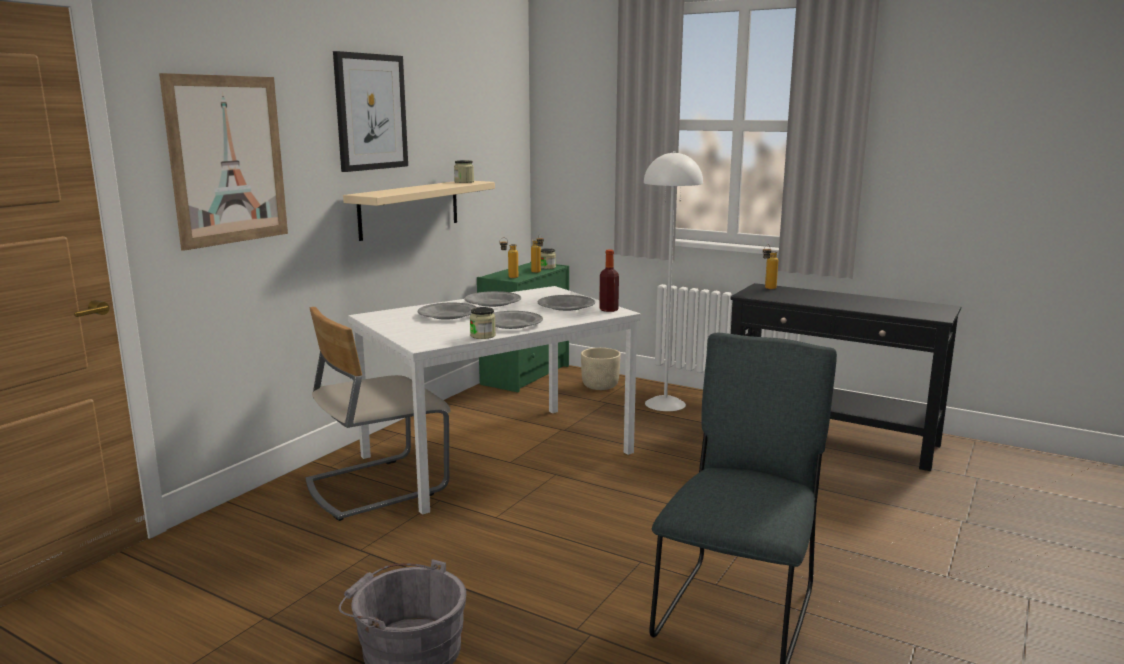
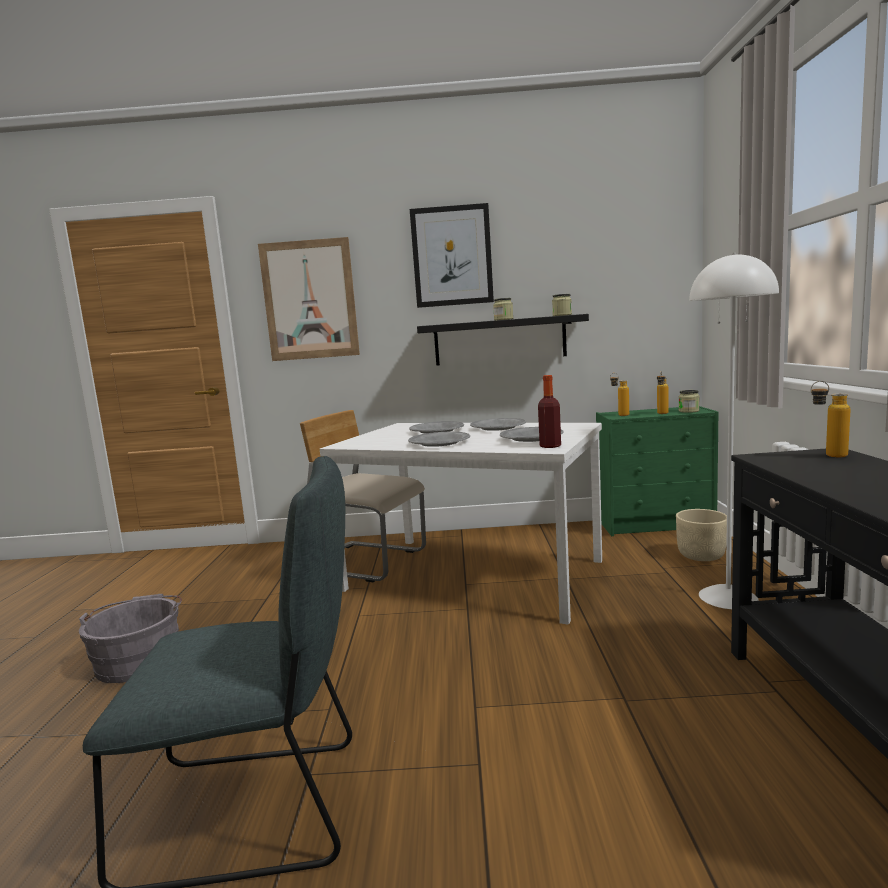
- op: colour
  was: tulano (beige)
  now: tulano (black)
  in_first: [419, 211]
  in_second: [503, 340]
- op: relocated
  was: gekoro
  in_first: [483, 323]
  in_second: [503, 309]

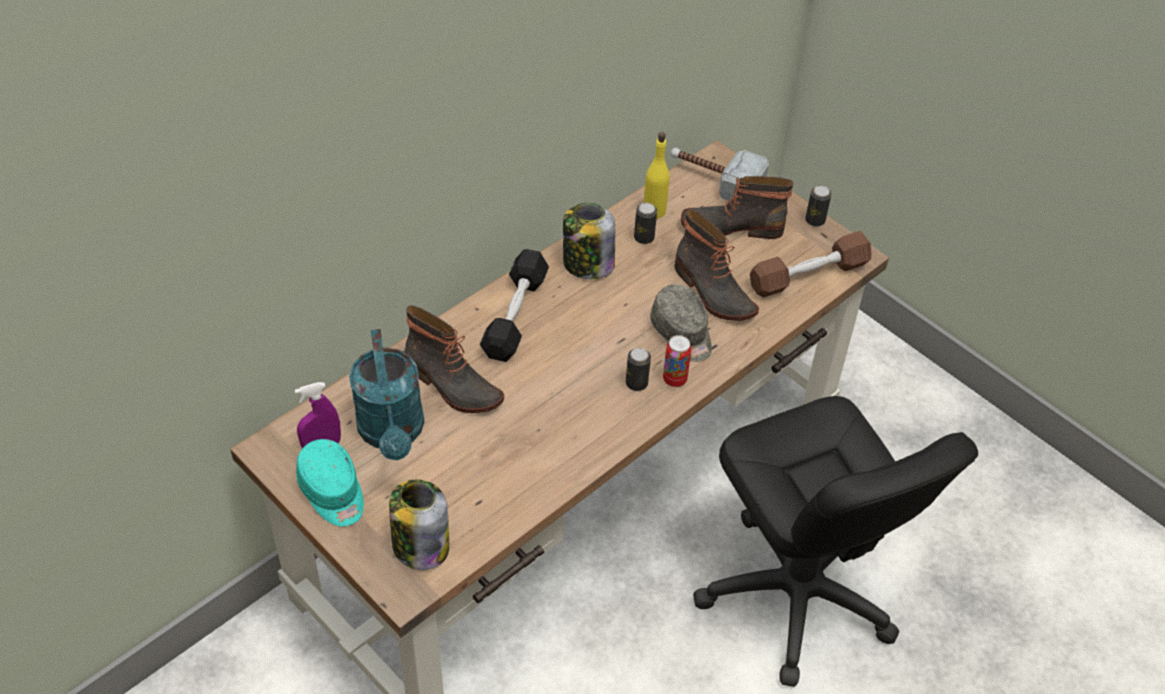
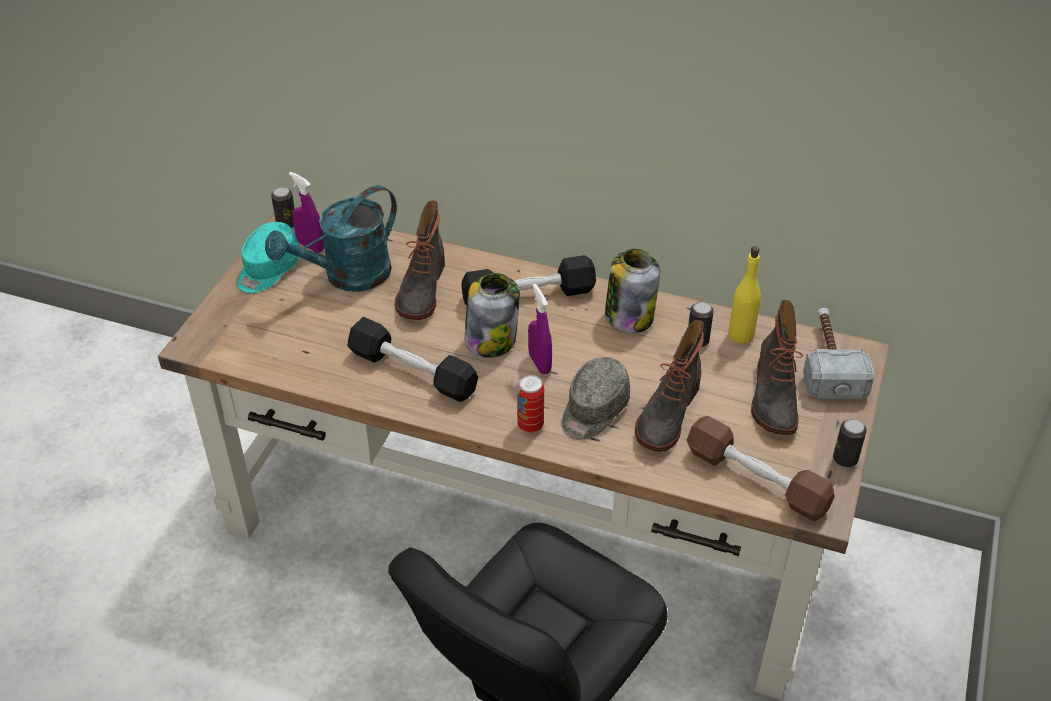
- op: relocated
  was: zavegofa
  in_first: [638, 369]
  in_second: [283, 207]
- op: appeared
  now: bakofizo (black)
  in_second: [413, 359]
- op: relocated
  was: gekoro
  in_first: [419, 525]
  in_second: [492, 315]
- op: appeared
  now: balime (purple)
  in_second: [540, 329]
- op: spun
  was: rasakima
  in_first: [737, 207]
  in_second: [777, 367]
  clockwise: -150

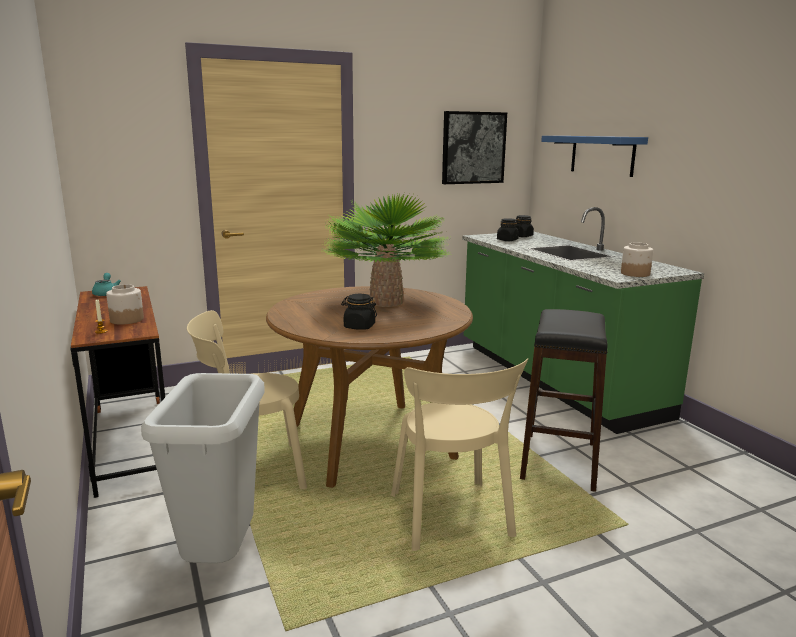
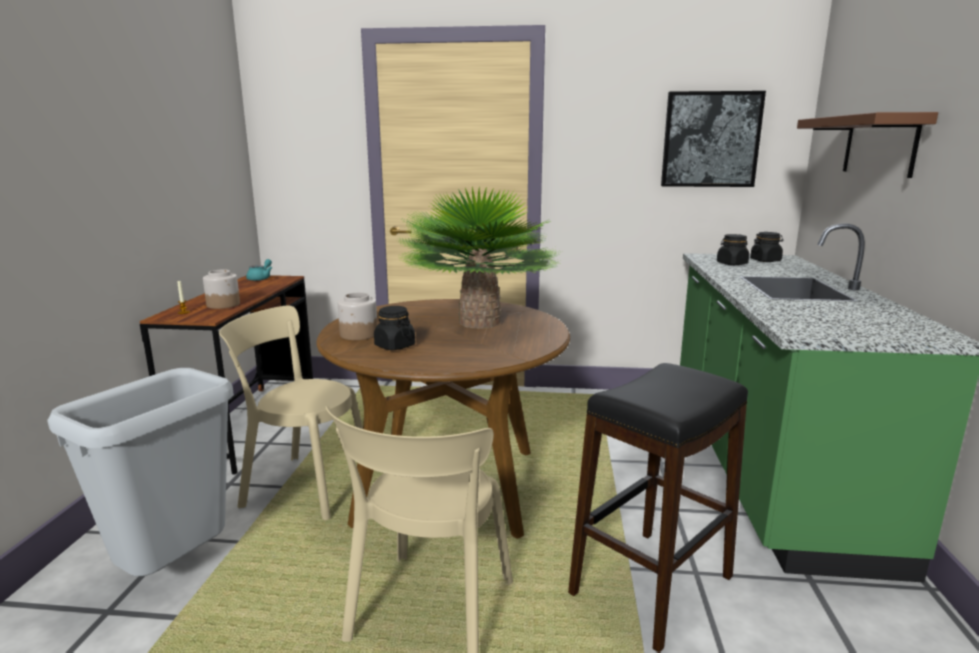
- op: relocated
  was: gekoro
  in_first: [637, 259]
  in_second: [357, 316]
- op: colour
  was: tulano (blue)
  now: tulano (brown)
  in_first: [594, 156]
  in_second: [867, 145]

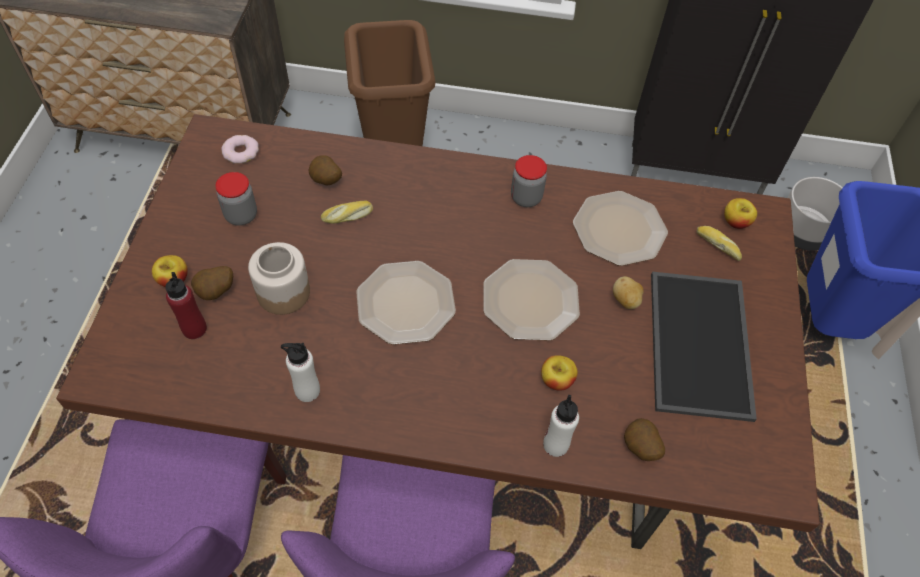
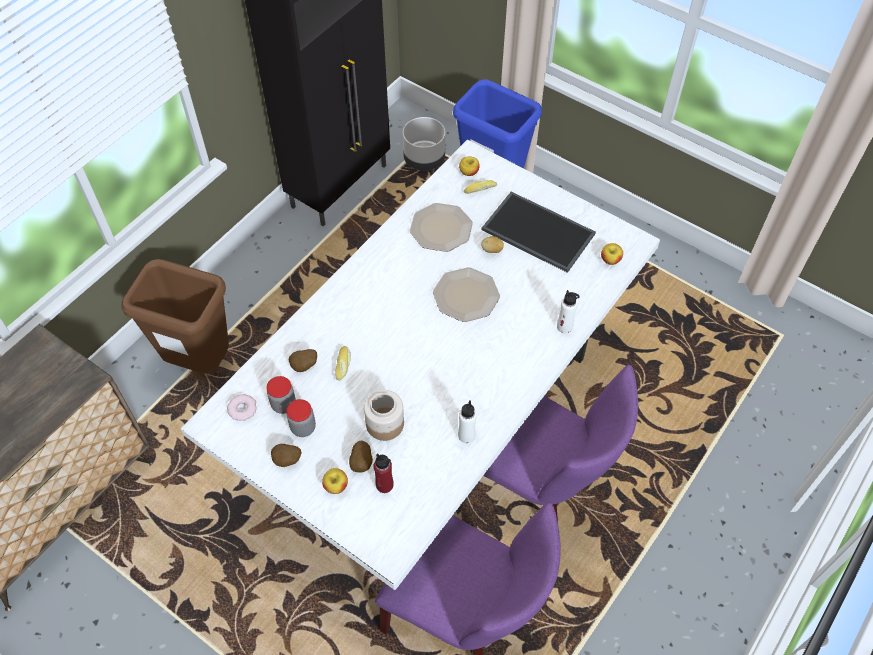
- op: colour
  was: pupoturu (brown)
  now: pupoturu (white)
  in_first: [438, 331]
  in_second: [420, 365]
- op: relocated
  was: gekoro
  in_first: [529, 181]
  in_second: [281, 395]
- op: relocated
  was: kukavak
  in_first: [644, 439]
  in_second: [286, 455]
- op: relocated
  was: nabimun
  in_first: [559, 373]
  in_second: [612, 254]
- op: missing
  was: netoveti
  in_first: [406, 303]

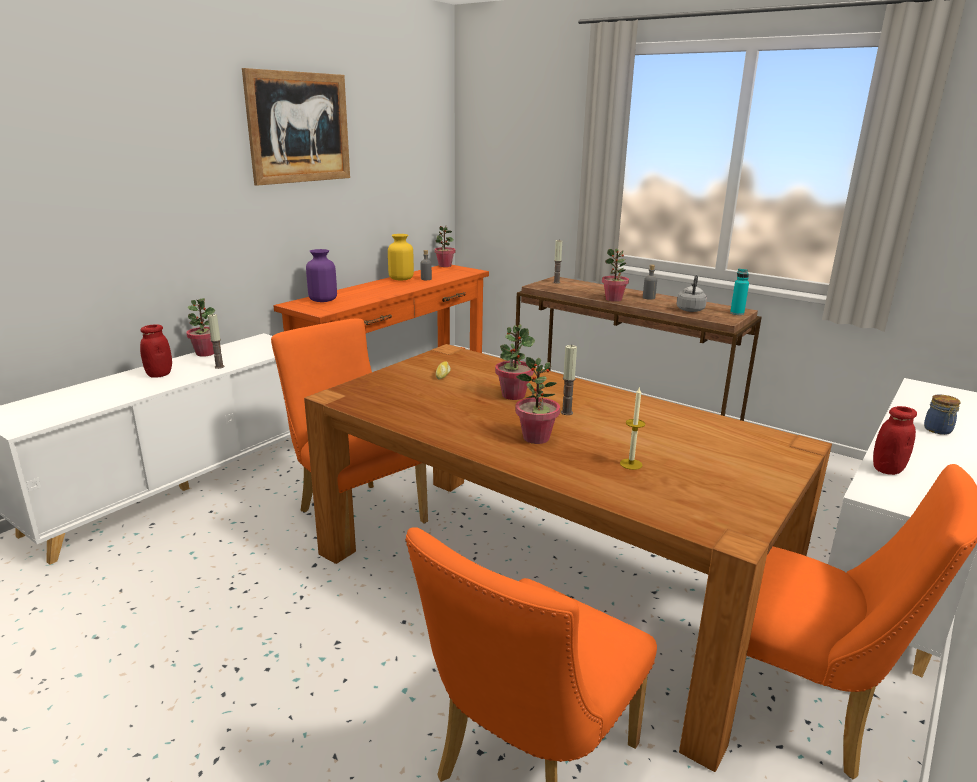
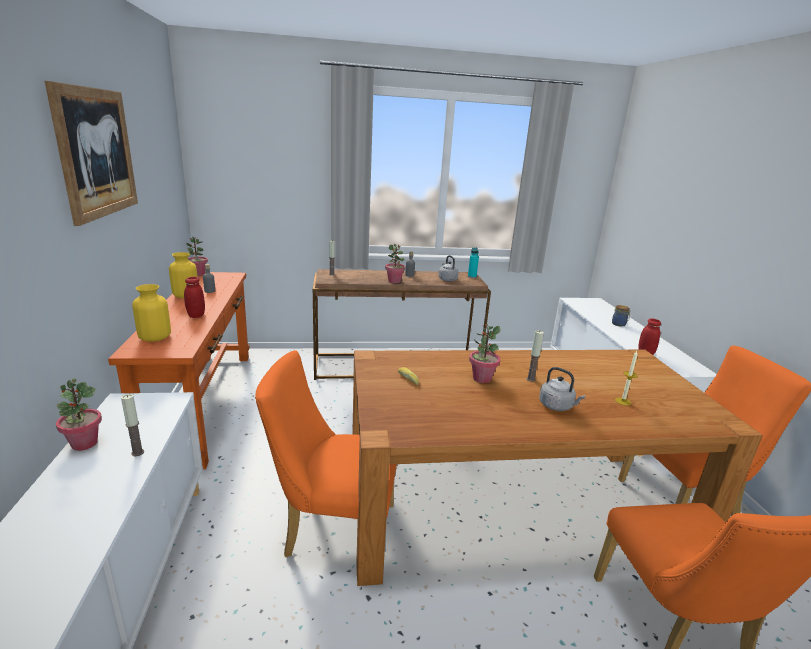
- op: colour
  was: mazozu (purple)
  now: mazozu (yellow)
  in_first: [321, 275]
  in_second: [151, 313]
- op: relocated
  was: gekoro (red)
  in_first: [156, 351]
  in_second: [194, 297]
- op: exchanged
  was: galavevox
  now: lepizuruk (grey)
  in_first: [537, 400]
  in_second: [562, 389]

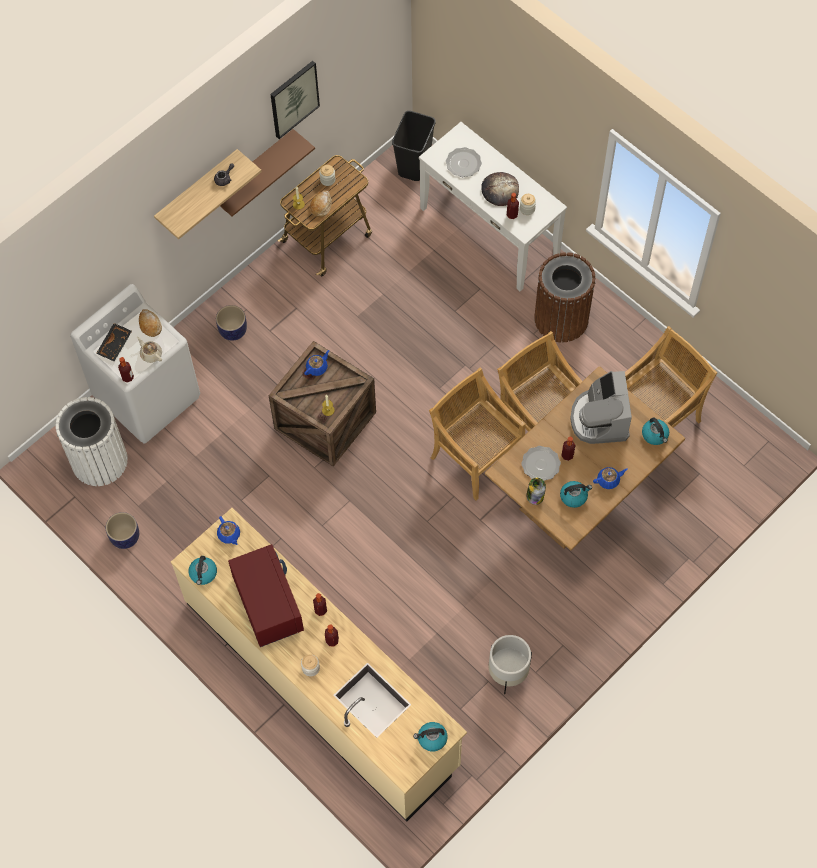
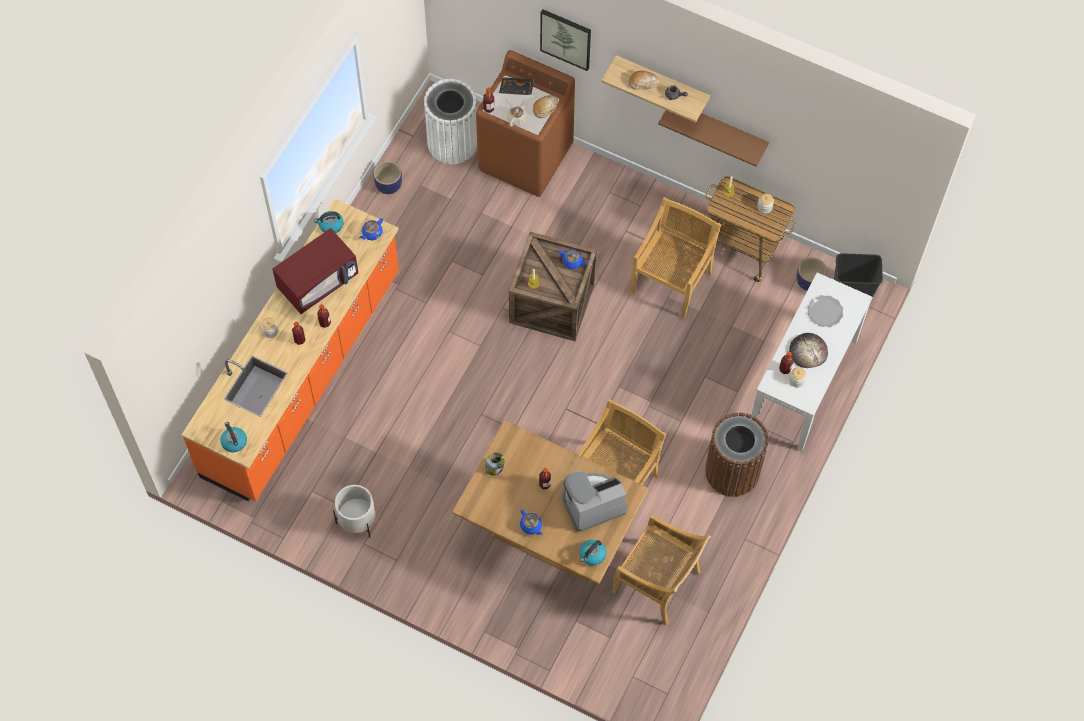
- op: colour
  was: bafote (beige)
  now: bafote (orange)
  in_first: [319, 665]
  in_second: [290, 350]
- op: colour
  was: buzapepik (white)
  now: buzapepik (brown)
  in_first: [135, 364]
  in_second: [525, 123]
- op: relocated
  was: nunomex
  in_first: [295, 100]
  in_second: [565, 40]
- op: relocated
  was: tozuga
  in_first: [321, 204]
  in_second: [644, 80]
- op: relocated
  was: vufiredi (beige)
  in_first: [477, 434]
  in_second: [675, 258]
- op: relocated
  was: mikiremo
  in_first: [231, 323]
  in_second: [812, 274]
- op: missing
  was: netoveti
  in_first: [541, 463]
- op: missing
  was: lepizuruk
  in_first: [576, 494]

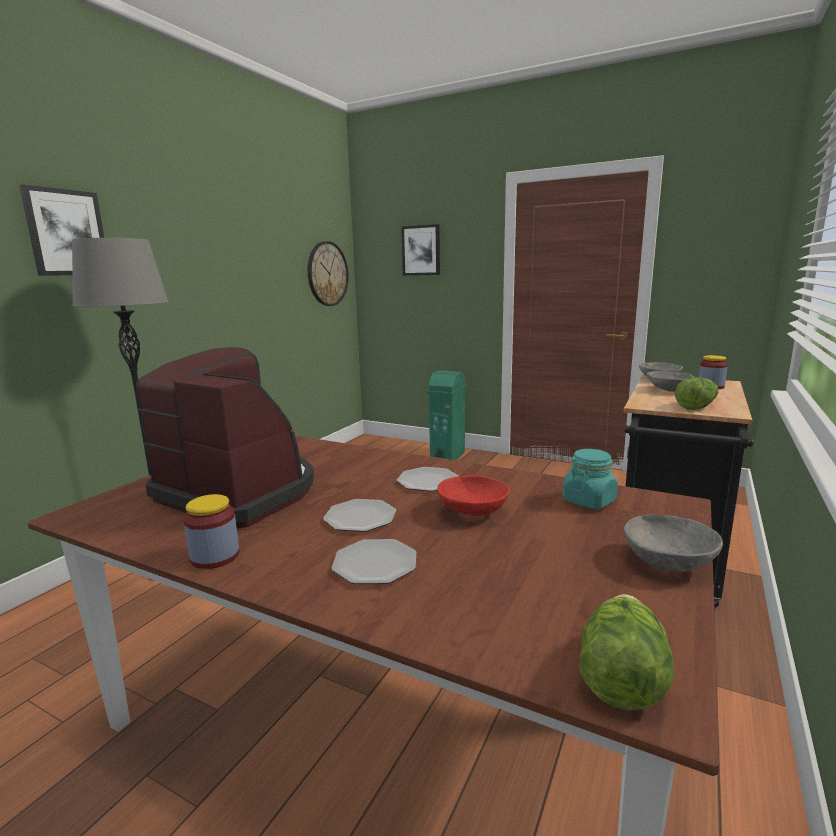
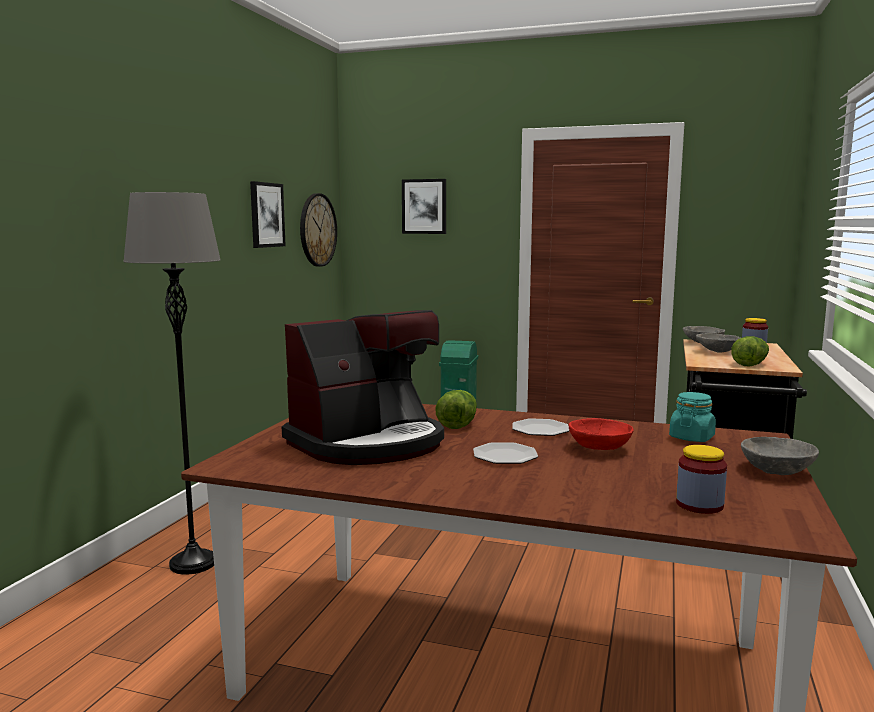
- op: relocated
  was: nunomex
  in_first: [61, 230]
  in_second: [268, 214]
- op: spun
  was: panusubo
  in_first: [225, 438]
  in_second: [363, 387]
  clockwise: 120
- op: relocated
  was: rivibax
  in_first: [626, 652]
  in_second: [456, 409]
- op: relocated
  was: gekoro
  in_first: [211, 531]
  in_second: [701, 479]
- op: missing
  was: netoveti
  in_first: [373, 561]

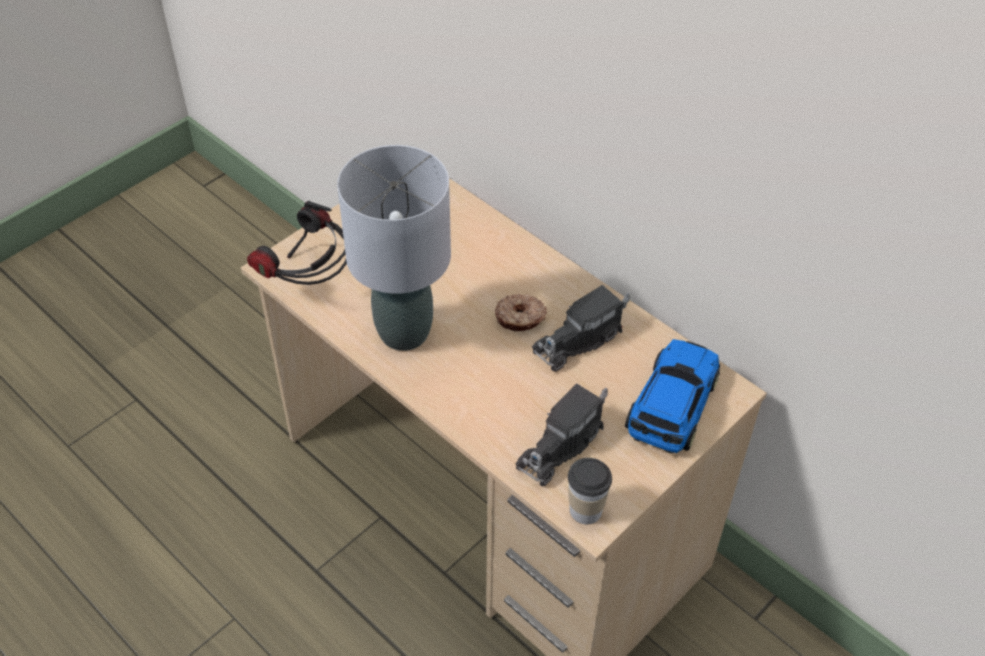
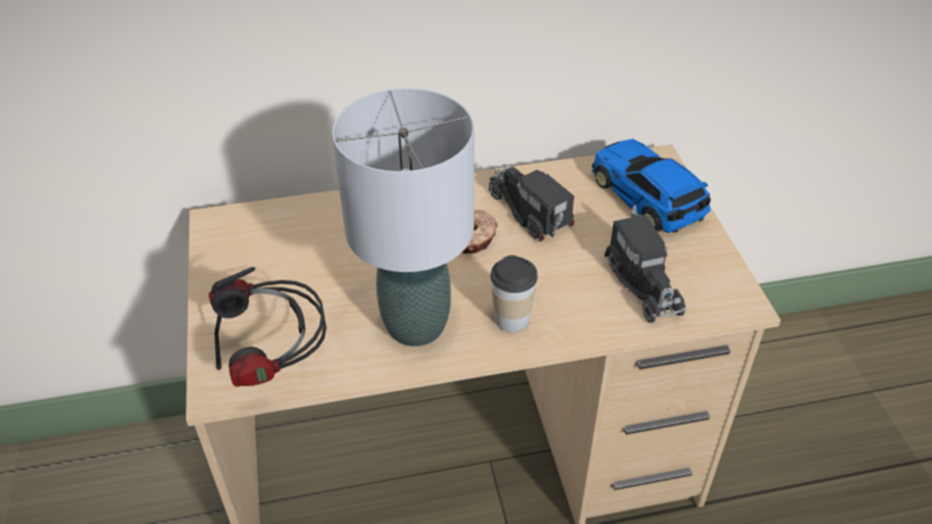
- op: spun
  was: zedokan
  in_first: [581, 328]
  in_second: [531, 203]
  clockwise: 150
- op: relocated
  was: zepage
  in_first: [590, 491]
  in_second: [514, 293]

